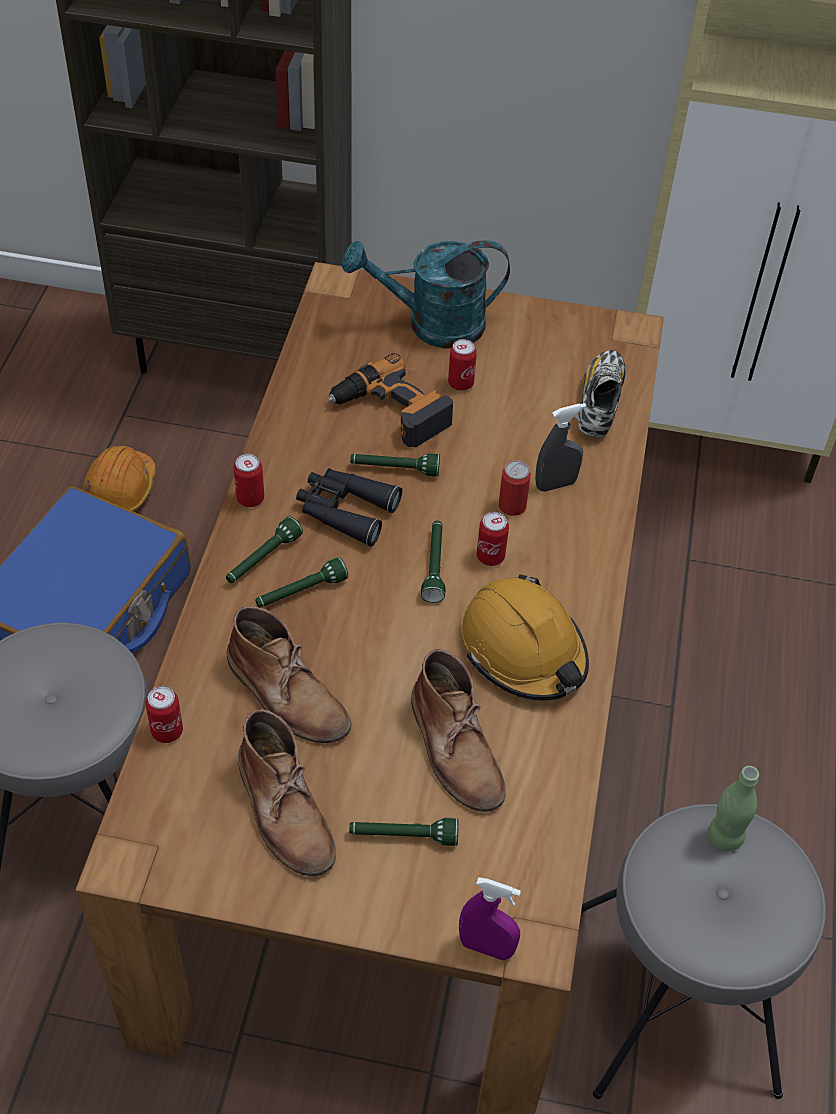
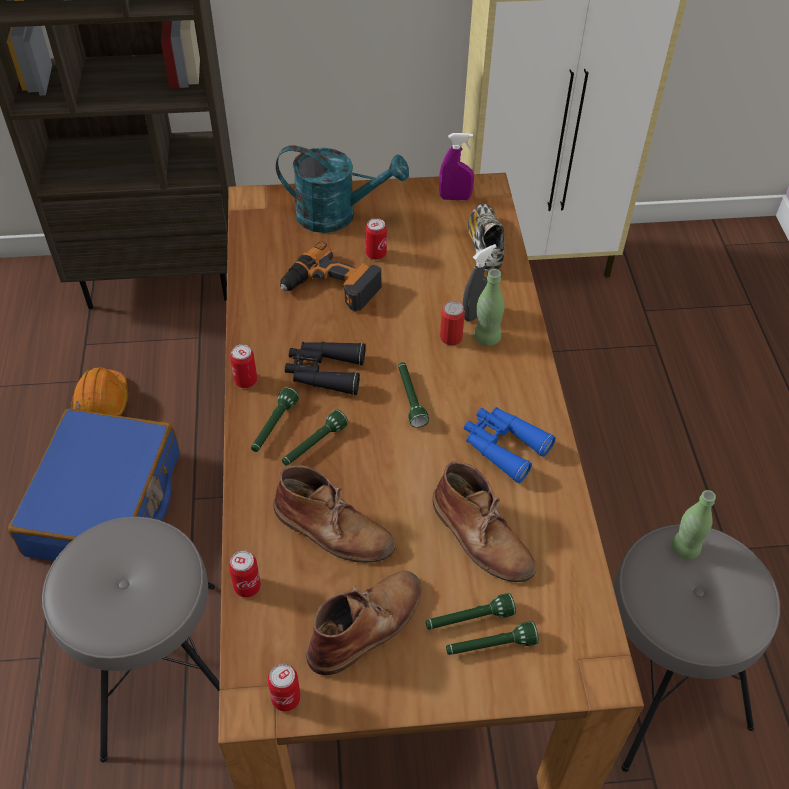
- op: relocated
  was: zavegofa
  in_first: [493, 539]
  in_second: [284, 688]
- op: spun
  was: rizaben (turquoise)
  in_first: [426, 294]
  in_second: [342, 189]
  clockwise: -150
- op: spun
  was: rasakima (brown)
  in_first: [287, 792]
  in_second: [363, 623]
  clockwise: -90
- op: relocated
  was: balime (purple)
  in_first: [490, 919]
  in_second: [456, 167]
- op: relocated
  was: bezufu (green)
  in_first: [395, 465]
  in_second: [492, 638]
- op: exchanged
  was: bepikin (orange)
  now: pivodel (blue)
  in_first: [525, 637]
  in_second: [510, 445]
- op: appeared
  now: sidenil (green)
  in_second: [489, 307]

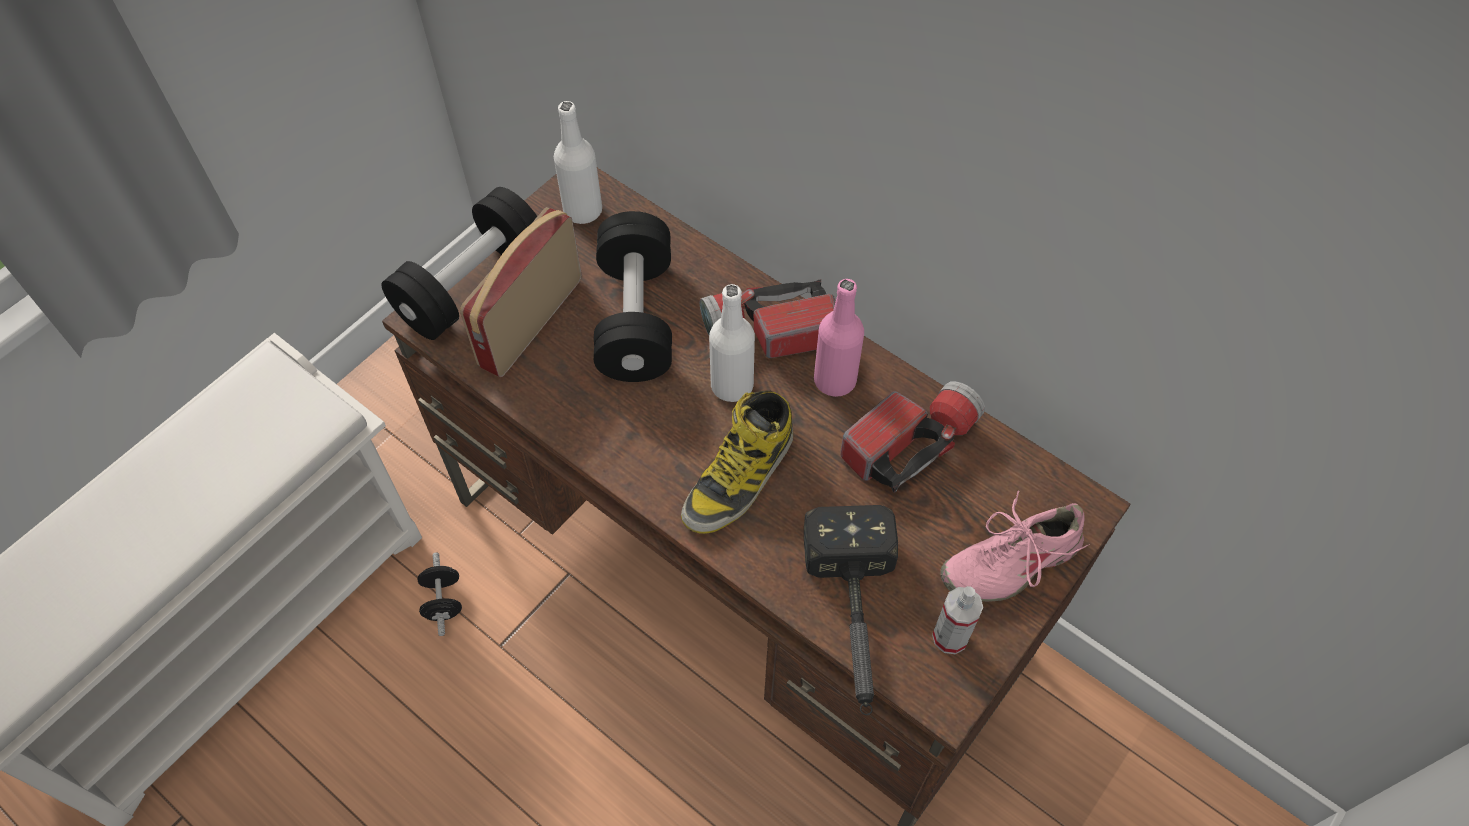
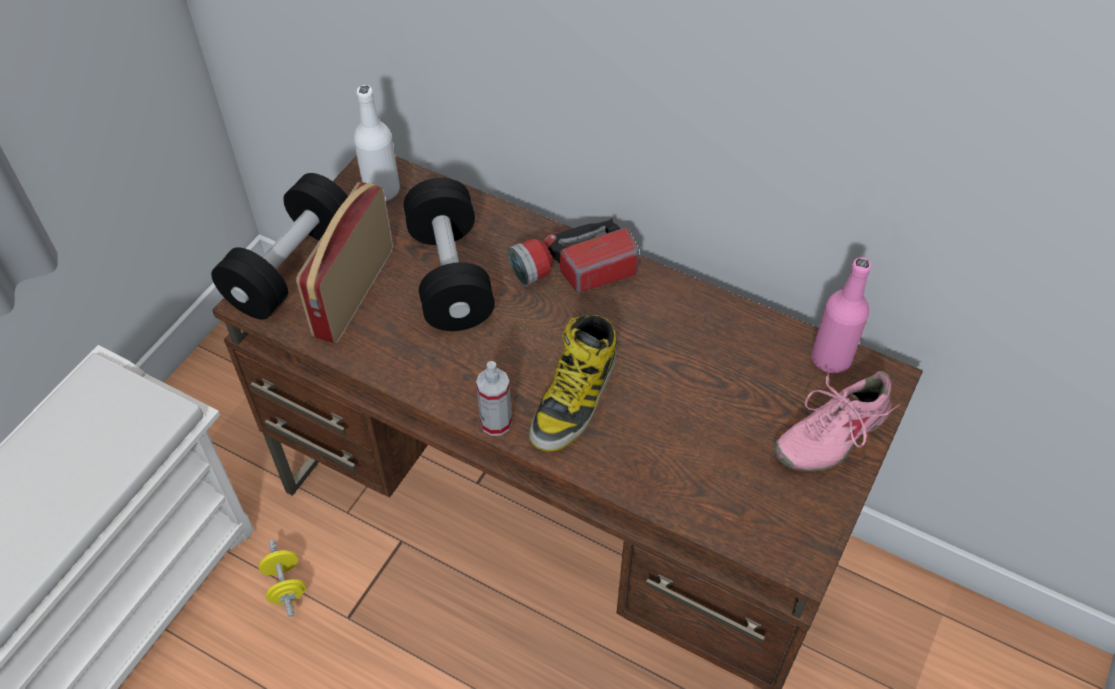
- op: colour
  was: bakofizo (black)
  now: bakofizo (yellow)
  in_first: [439, 594]
  in_second: [282, 578]
- op: relocated
  was: balime
  in_first: [957, 620]
  in_second: [494, 398]
- op: relocated
  was: sidenil (pink)
  in_first: [839, 338]
  in_second: [841, 315]
- op: missing
  was: sidenil (white)
  in_first: [732, 343]
- op: missing
  was: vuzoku
  in_first: [851, 610]
- op: missing
  was: bezufu
  in_first: [912, 437]

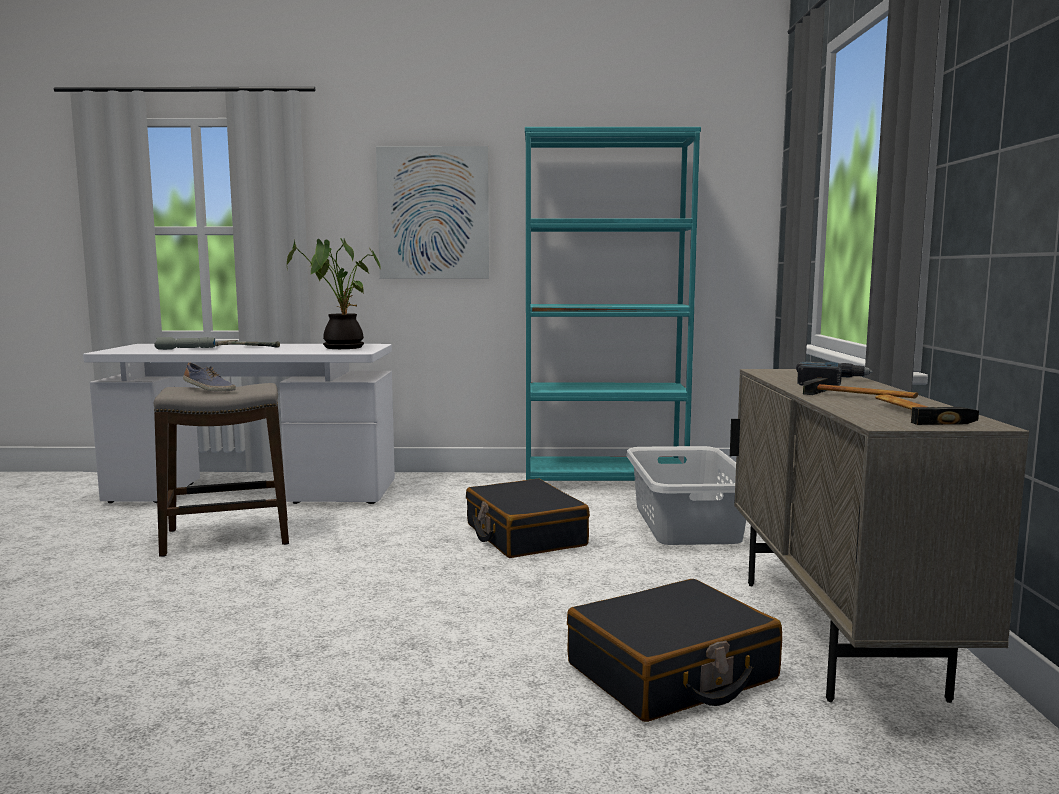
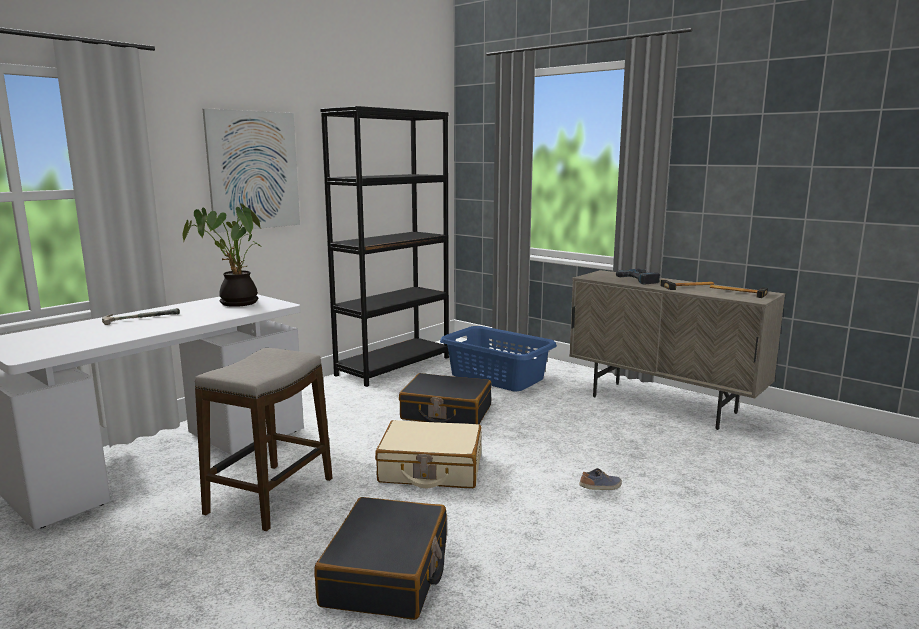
- op: relocated
  was: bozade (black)
  in_first: [674, 650]
  in_second: [380, 558]
- op: colour
  was: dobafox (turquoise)
  now: dobafox (black)
  in_first: [613, 304]
  in_second: [384, 246]
- op: appeared
  now: bozade (beige)
  in_second: [428, 454]
- op: colour
  was: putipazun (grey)
  now: putipazun (blue)
  in_first: [686, 495]
  in_second: [498, 359]
- op: relocated
  was: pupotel
  in_first: [209, 377]
  in_second: [600, 479]
- op: missing
  was: bezufu (grey)
  in_first: [185, 343]

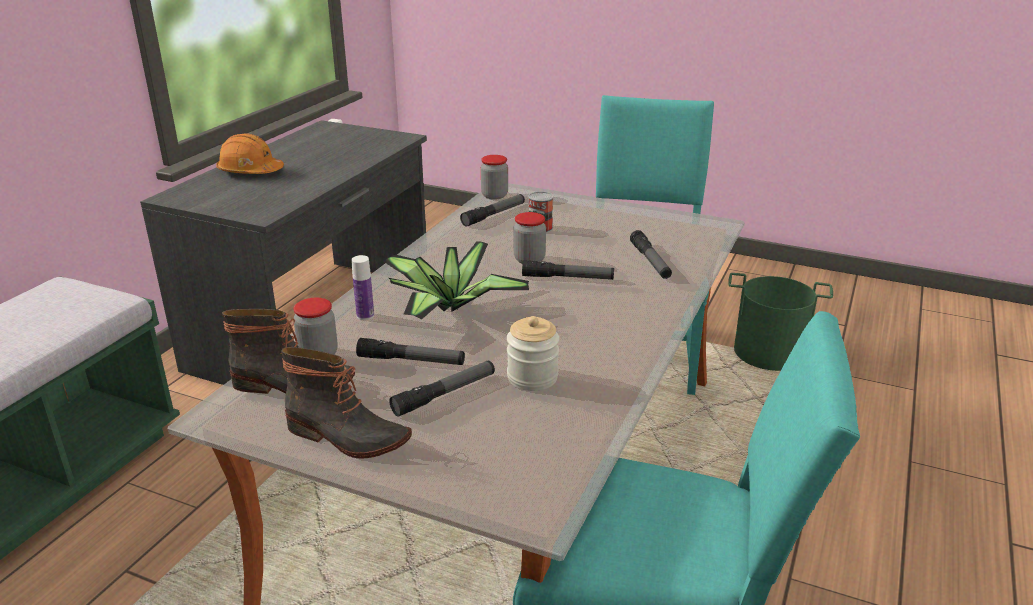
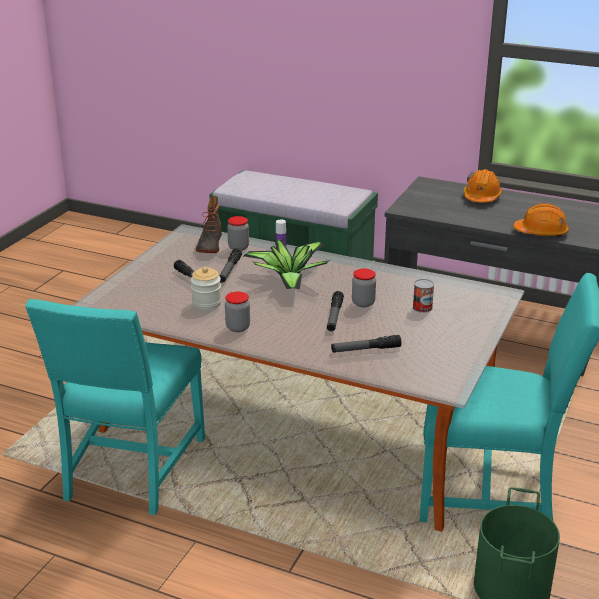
- op: relocated
  was: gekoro
  in_first: [494, 177]
  in_second: [237, 312]
- op: appeared
  now: bepikin (orange)
  in_second: [541, 220]
- op: missing
  was: rasakima
  in_first: [346, 402]
- op: missing
  was: bezufu
  in_first: [492, 210]

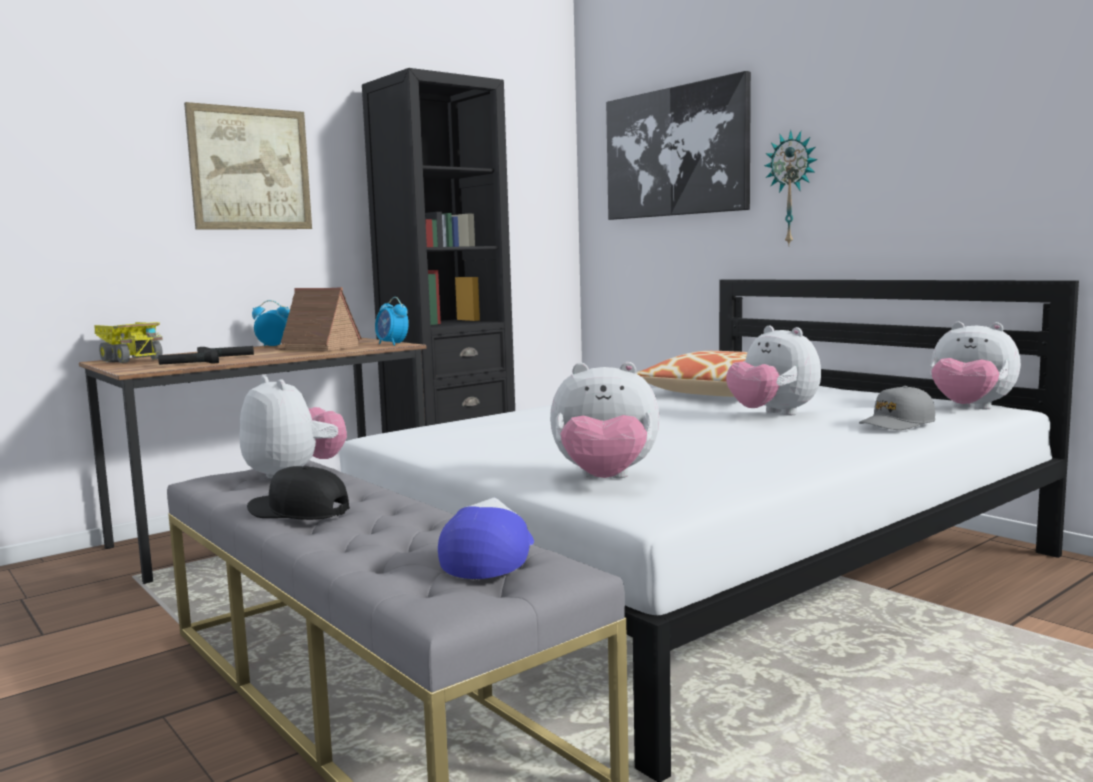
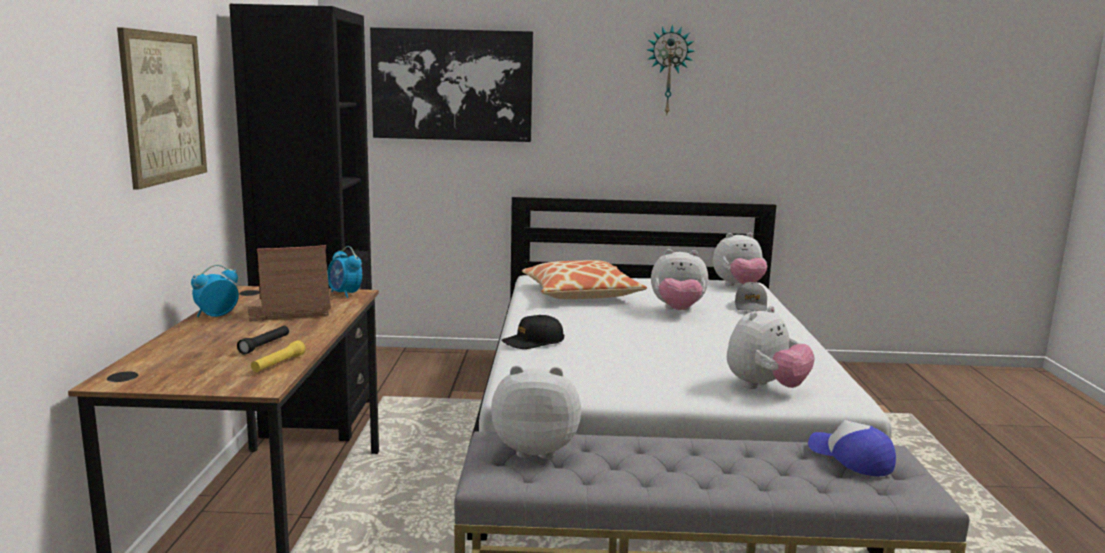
- op: colour
  was: bezufu (black)
  now: bezufu (yellow)
  in_first: [188, 357]
  in_second: [278, 356]
- op: spun
  was: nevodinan
  in_first: [392, 321]
  in_second: [344, 272]
  clockwise: 45
- op: relocated
  was: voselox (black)
  in_first: [298, 493]
  in_second: [532, 332]
- op: relocated
  was: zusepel
  in_first: [791, 187]
  in_second: [670, 69]
- op: missing
  was: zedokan
  in_first: [129, 342]

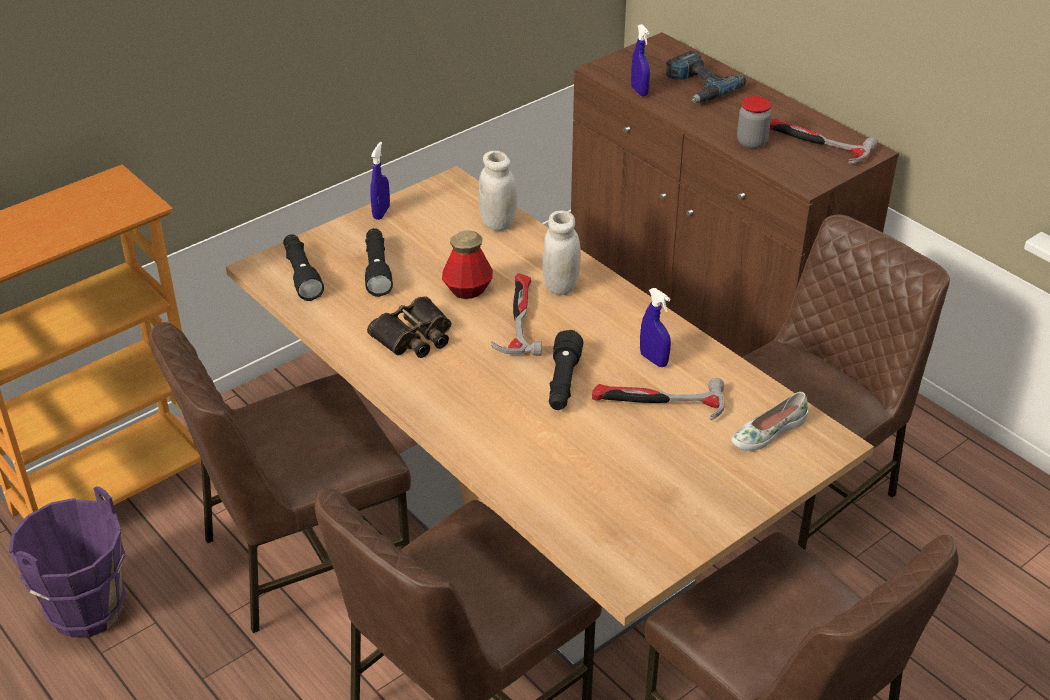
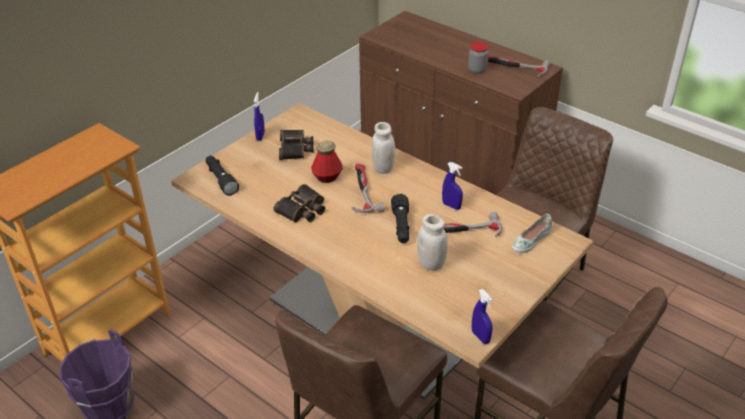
- op: appeared
  now: pivodel
  in_second: [296, 145]
- op: relocated
  was: gekoro (white)
  in_first: [498, 191]
  in_second: [432, 242]
- op: relocated
  was: balime (blue)
  in_first: [640, 60]
  in_second: [482, 316]
- op: missing
  was: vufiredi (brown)
  in_first: [280, 477]
- op: missing
  was: bezufu (black)
  in_first: [379, 262]
- op: missing
  was: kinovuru
  in_first: [705, 77]

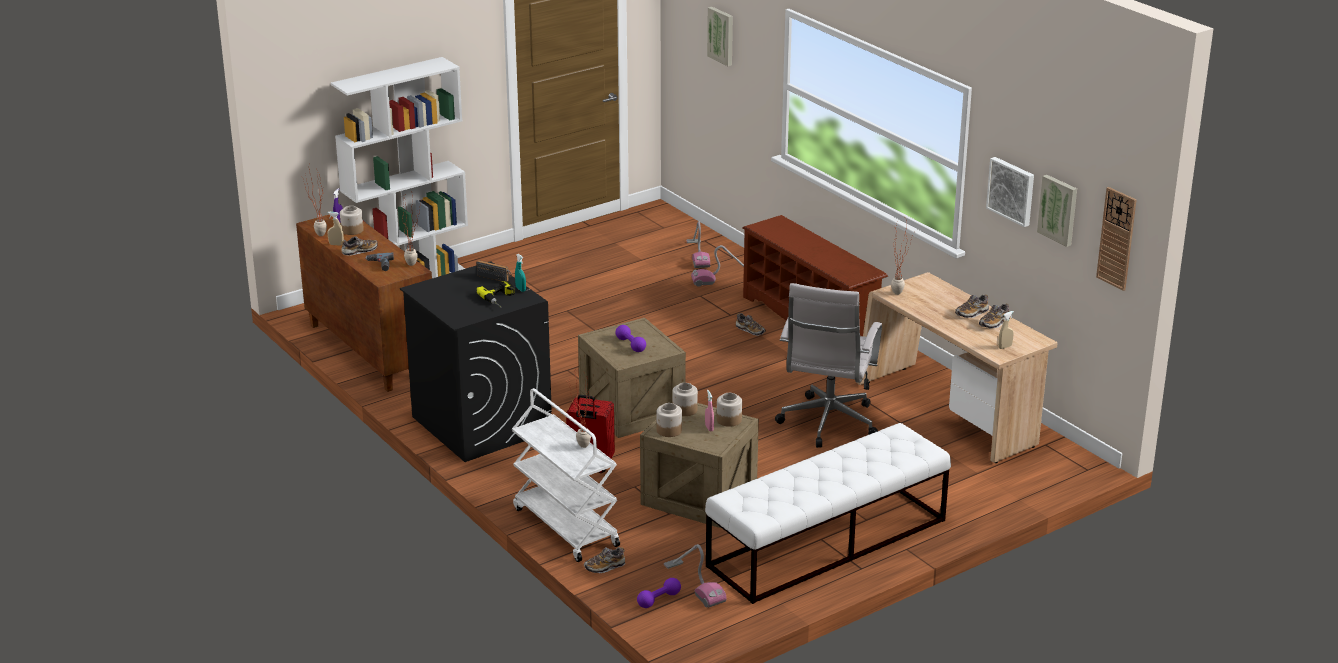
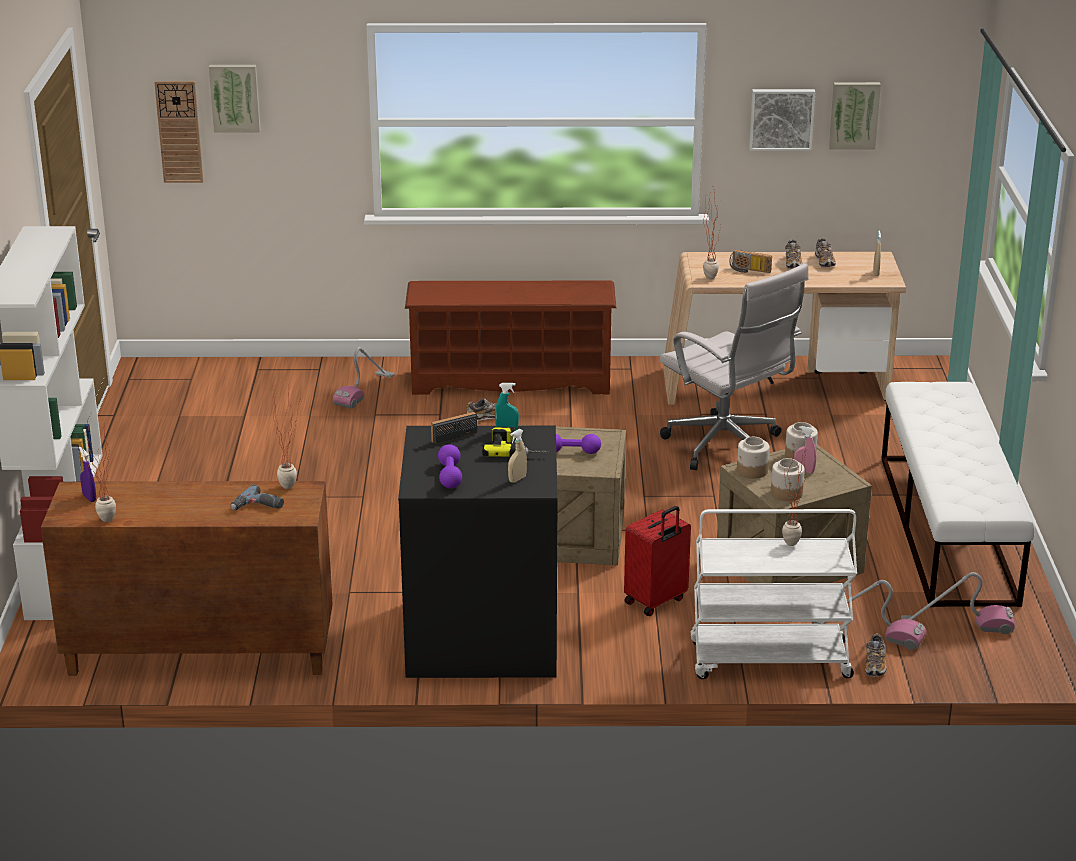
- op: relocated
  was: zusepel
  in_first: [1116, 239]
  in_second: [178, 132]
- op: relocated
  was: bakofizo (purple)
  in_first: [659, 593]
  in_second: [450, 466]
- op: relocated
  was: balime (beige)
  in_first: [336, 228]
  in_second: [517, 456]
- op: appeared
  now: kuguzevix
  in_second: [750, 261]
- op: relocated
  was: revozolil
  in_first: [698, 244]
  in_second: [870, 615]
- op: missing
  was: gekoro
  in_first: [352, 220]
- op: missing
  was: pupotel
  in_first: [359, 246]

